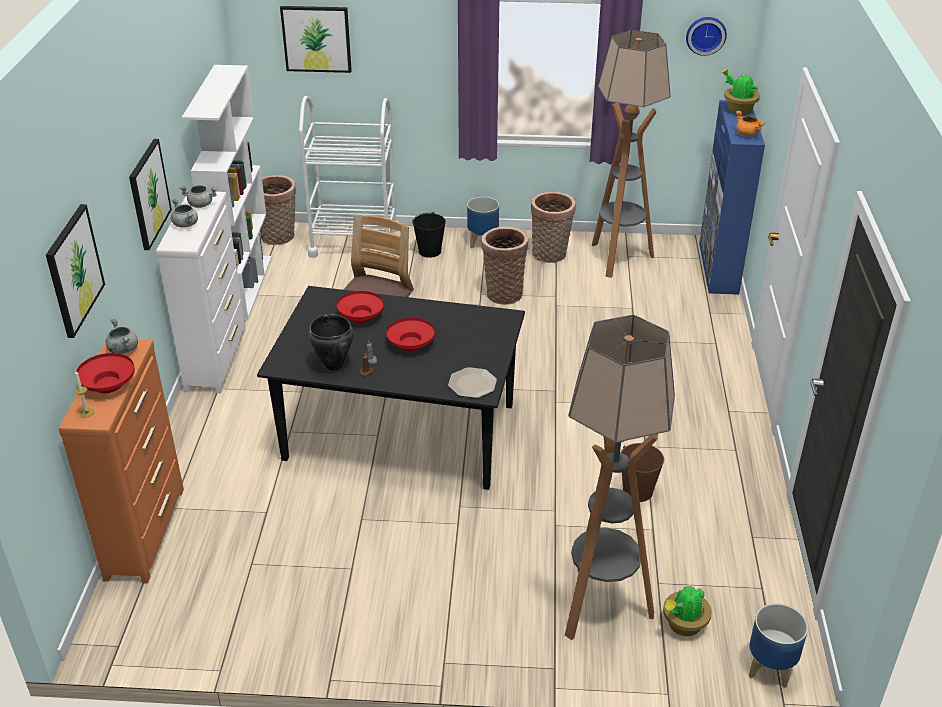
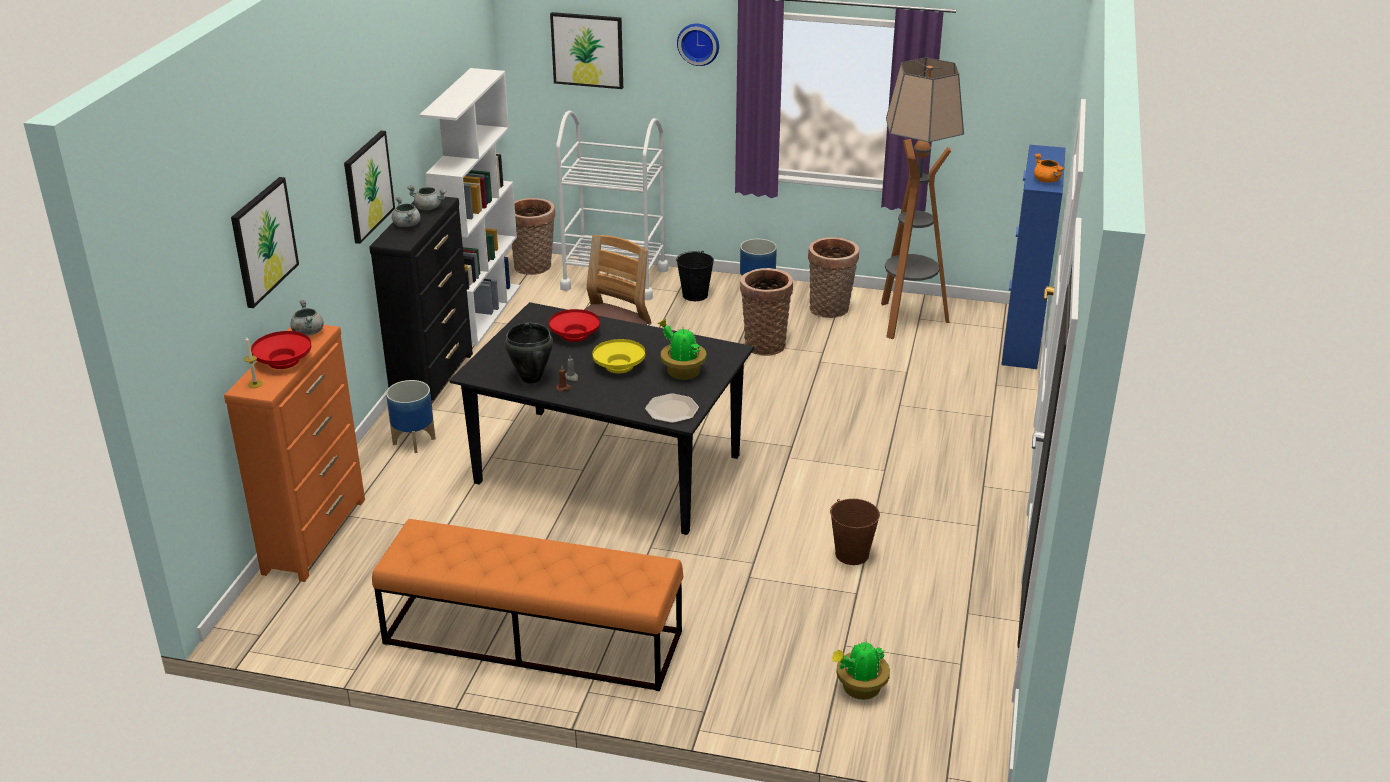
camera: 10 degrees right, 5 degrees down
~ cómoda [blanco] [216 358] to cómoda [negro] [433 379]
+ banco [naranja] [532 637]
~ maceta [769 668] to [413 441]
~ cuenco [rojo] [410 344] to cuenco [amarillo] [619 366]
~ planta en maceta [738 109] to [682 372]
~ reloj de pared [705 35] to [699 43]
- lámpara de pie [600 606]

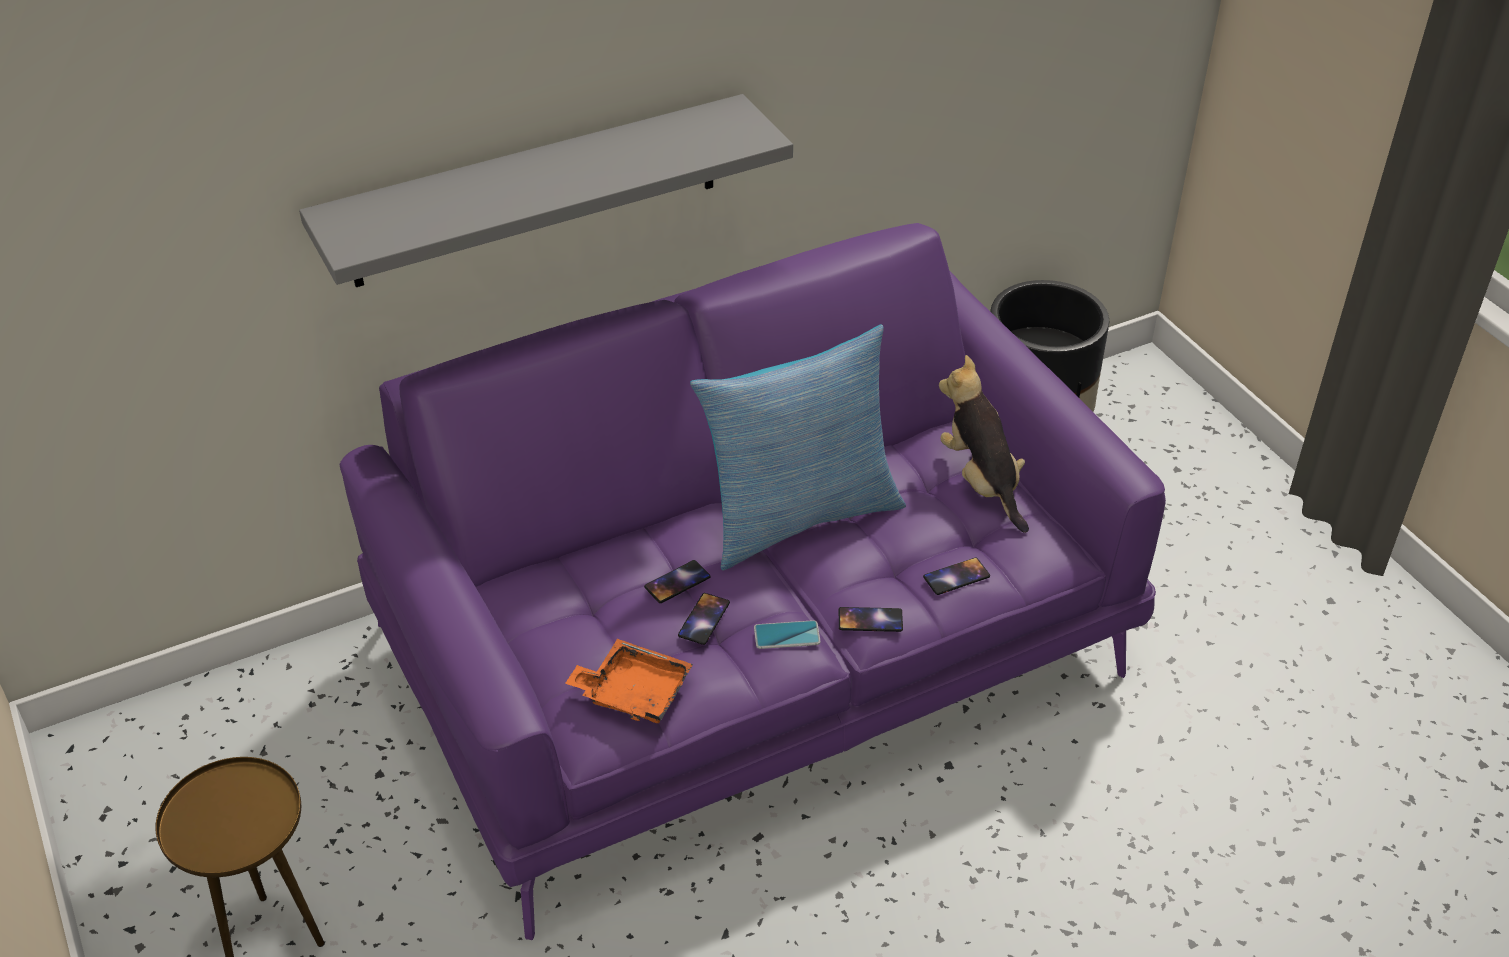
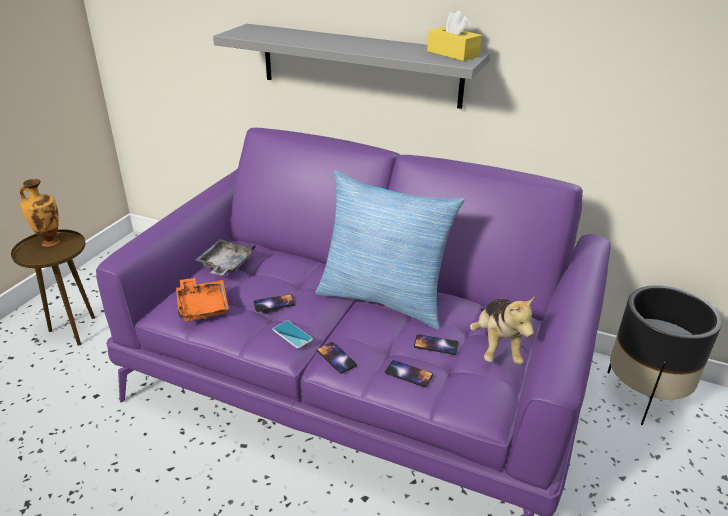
camera: 50 degrees right, 10 degrees down
+ florero [49 242]
+ bandeja [gris] [226 265]
~ móvil [677 582] to [436 345]
+ caja de pañuelos [amarillo] [453 54]
~ peluche [981 481] = [497 346] 150 degrees clockwise

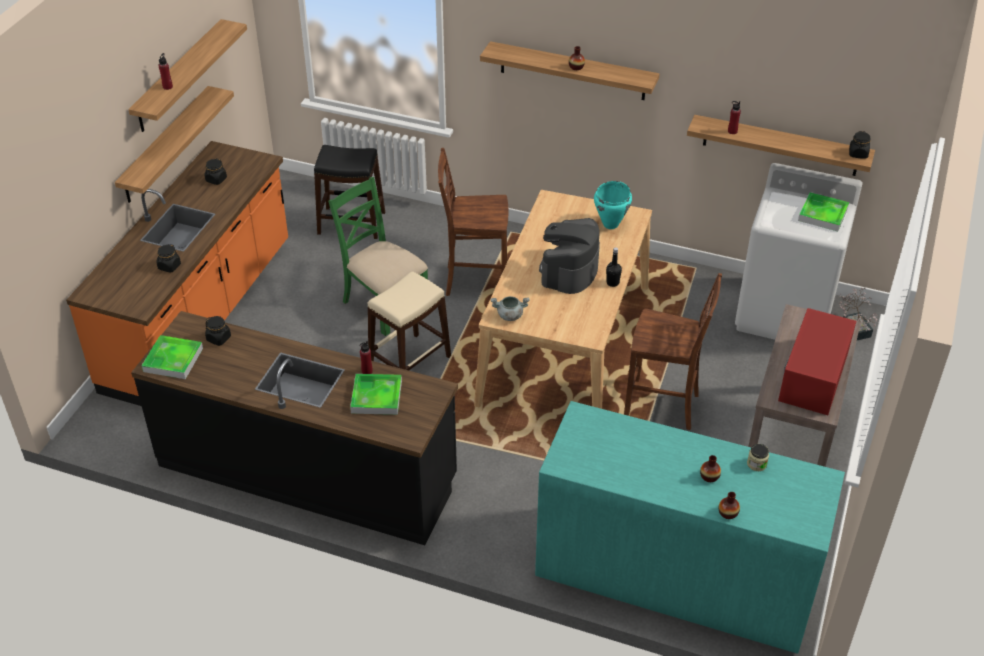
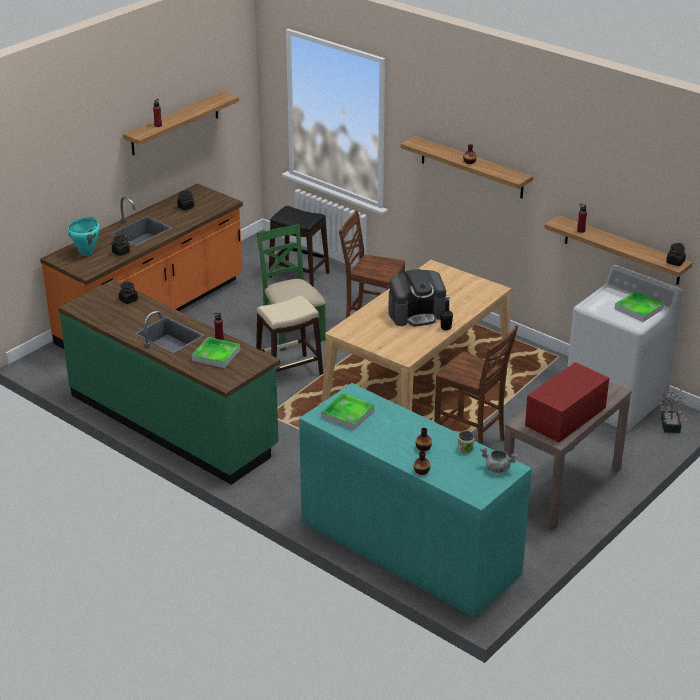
camera: 20 degrees right, 10 degrees down
~ mueble bajo de cocina [negro] [307 472] to mueble bajo de cocina [verde] [173 422]
~ olla [turquesa] [611 224] to [87 253]
~ bandeja [173 360] to [348 414]
~ cafetera [569 271] = [416 314] 150 degrees counterclockwise
~ olla [gris] [509 316] to [497 469]
- estante [166 145]

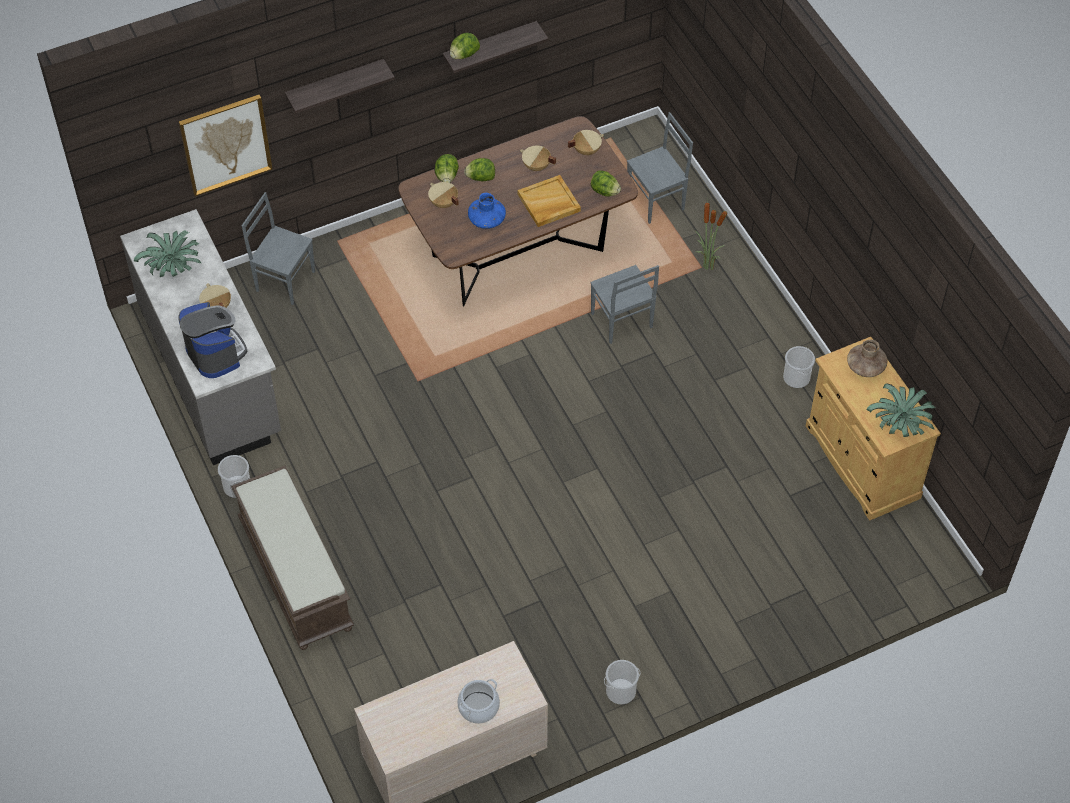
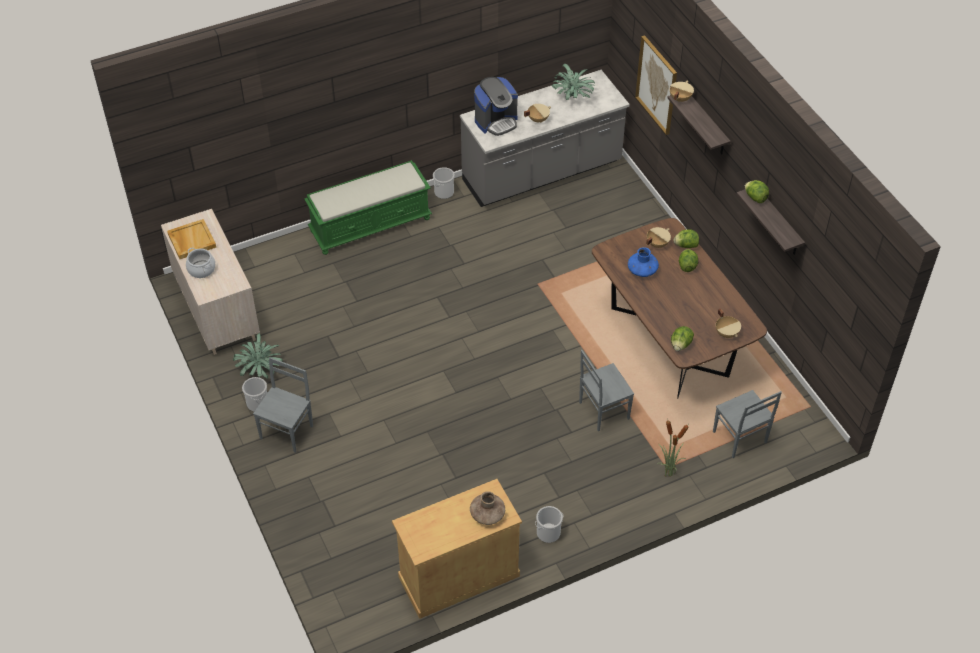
camera: 90 degrees right, 5 degrees down
~ bandeja [beis] [548 203] to [191 240]
~ planta en maceta [900 424] to [260 369]
~ silla [gris] [285 280] to [287 432]
~ banco [marrón] [294 574] to banco [verde] [370 224]
~ olla [beis] [536 167] to [679 98]

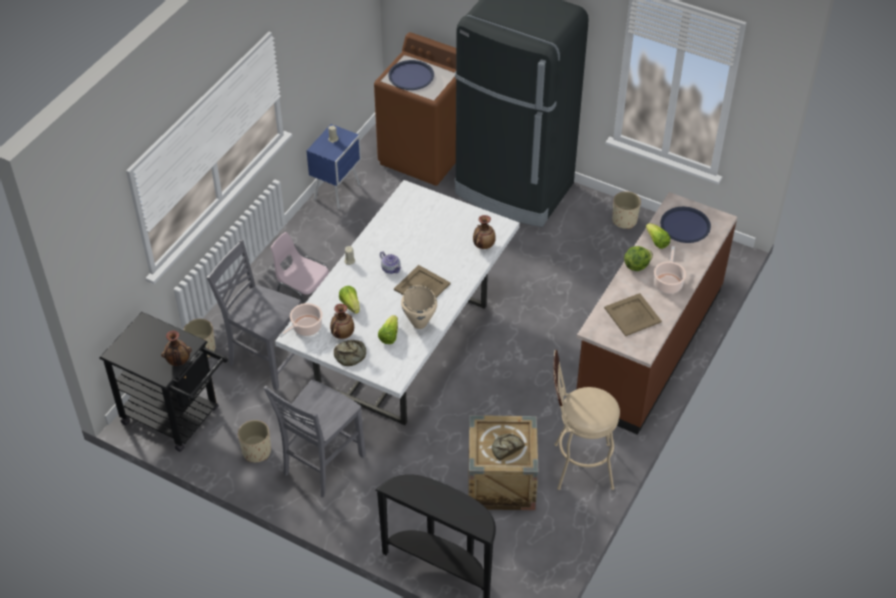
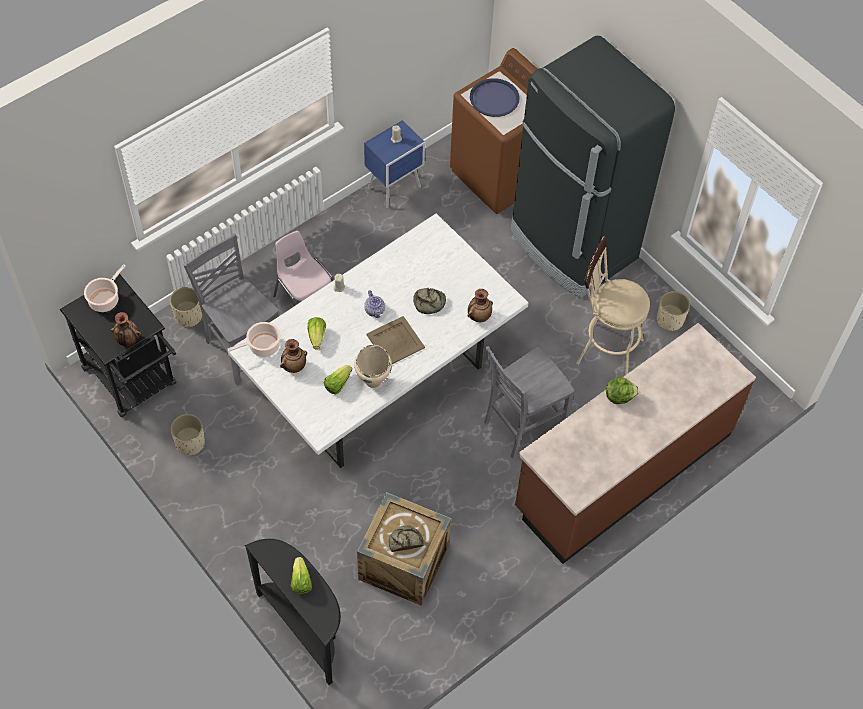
camera: 20 degrees right, 10 degrees up
~ olla [668 283] to [105 299]
~ lechuga [656 241] to [301 581]
~ pan [351 355] to [429 303]
~ silla [gris] [321 465] to [522 426]
~ taburete [beis] [577 466] to [603 349]
- bandeja [beis] [632 315]
- bandeja [azul] [685 225]

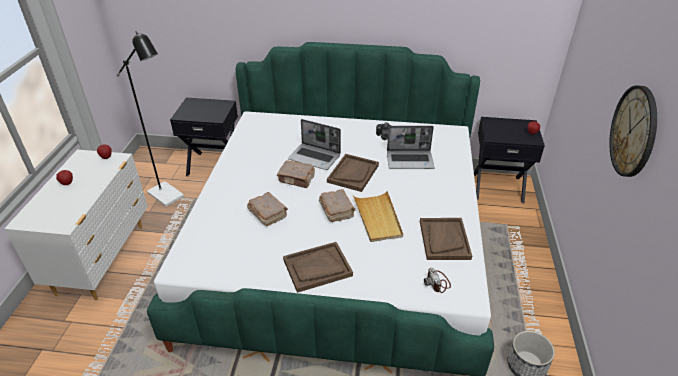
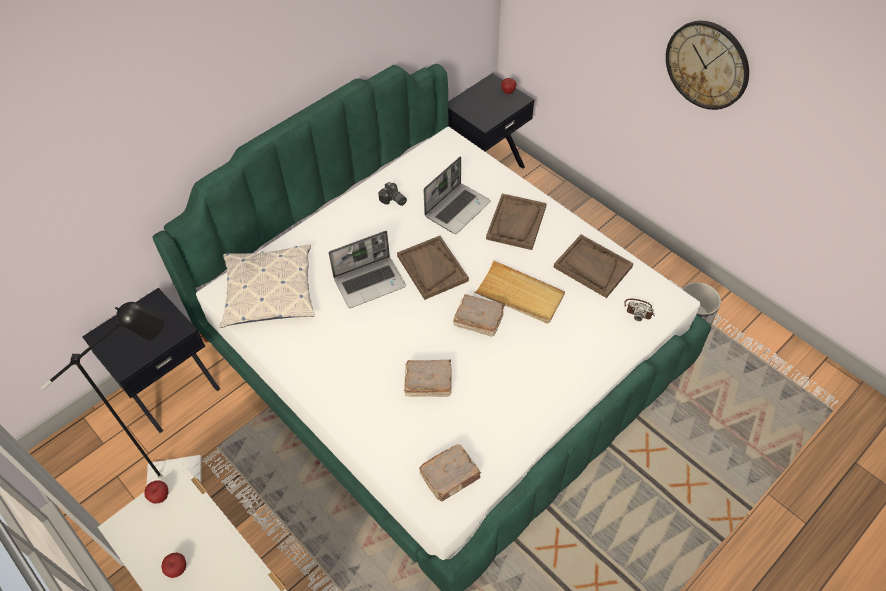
camera: 50 degrees left, 15 degrees up
+ cojín [269 291]
~ libro [marrón] [297 179] to [450 476]
~ bandeja [marrón] [317 268] to [516 223]

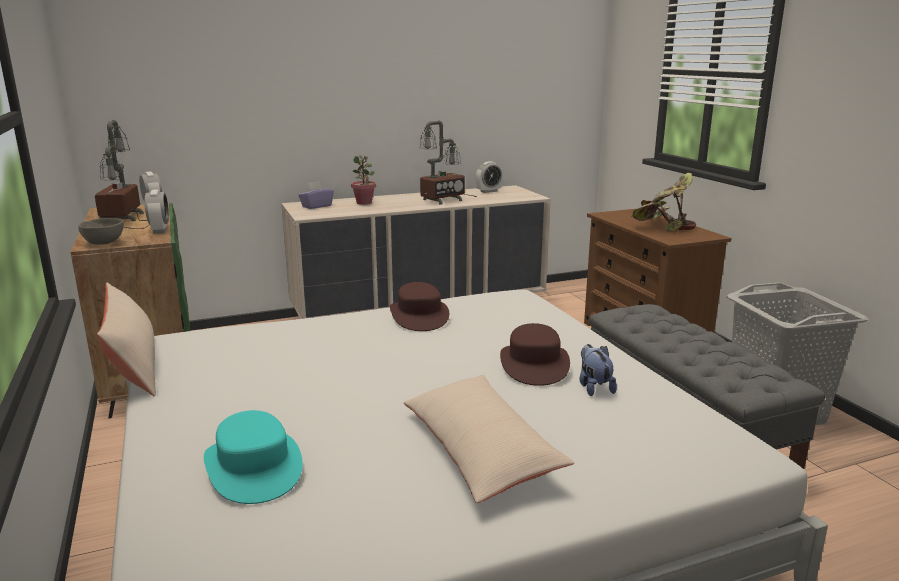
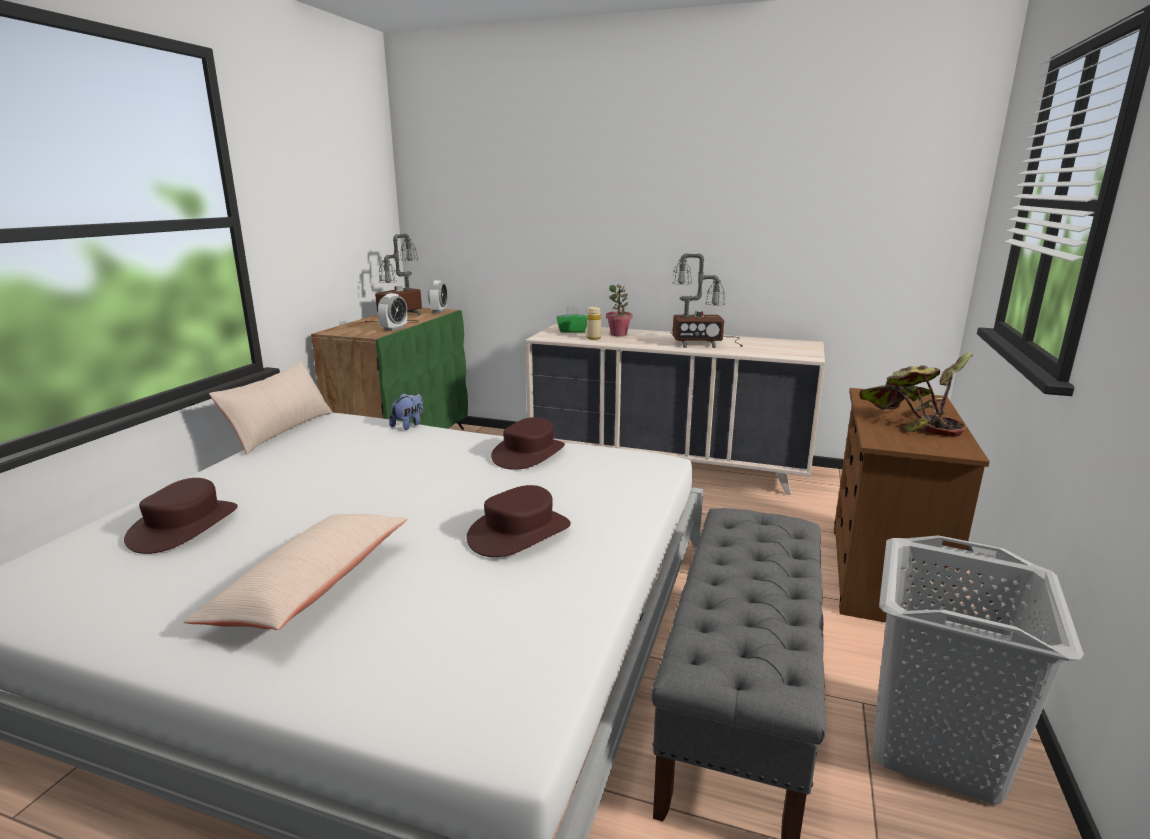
camera: 40 degrees right, 0 degrees up
~ sombrero [turquesa] [254 467] to sombrero [marrón] [184 526]
~ peluche [594 387] to [408 425]
~ caja de pañuelos [morado] [316 206] to caja de pañuelos [verde] [572 331]
+ botella [beis] [593 338]
- cuenco [gris] [104 243]
- despertador [488 191]

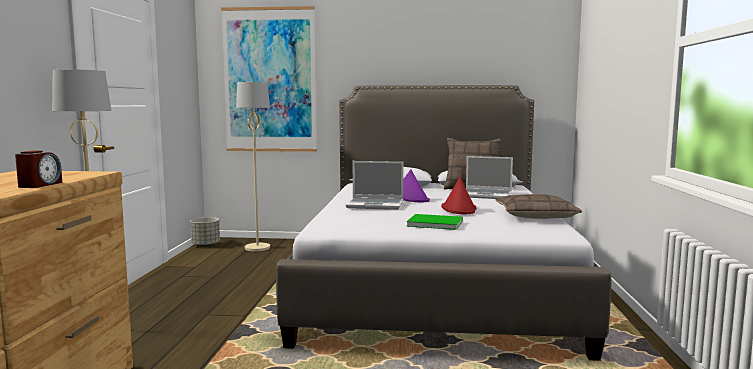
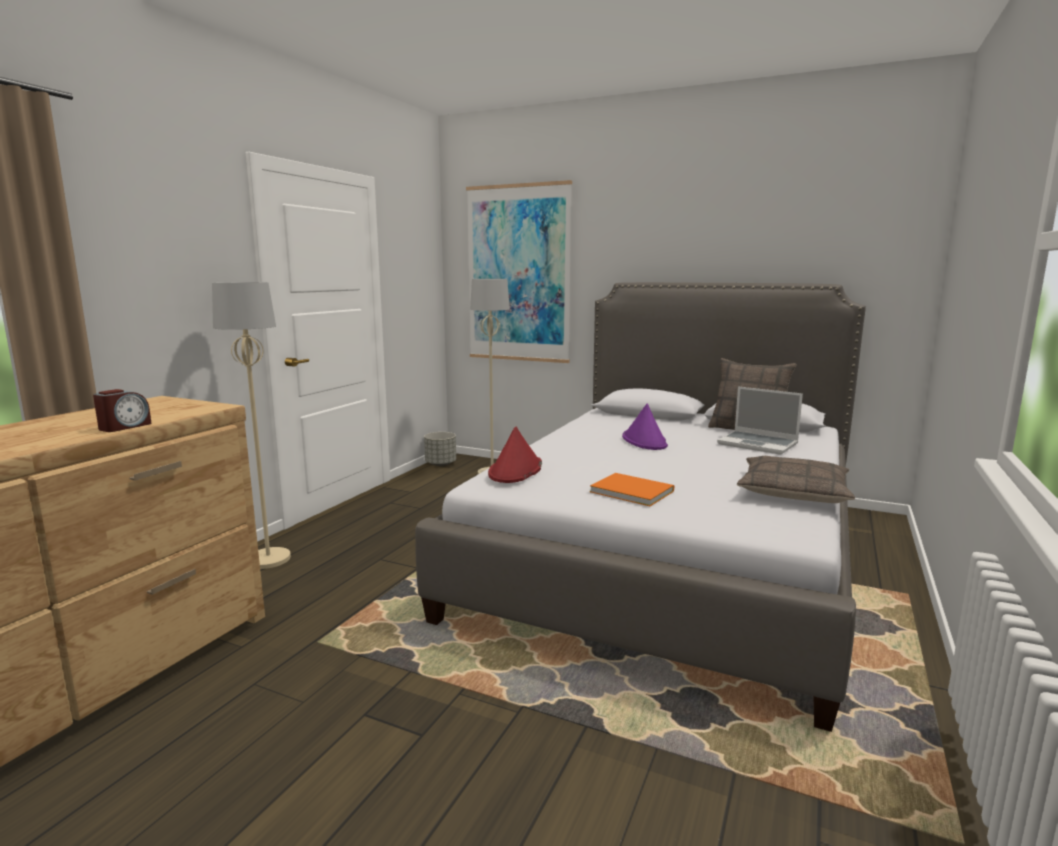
camera: 20 degrees right, 5 degrees up
~ sombrero [rojo] [459 209] to [515 470]
~ libro [verde] [433 223] to libro [naranja] [630 490]
- portátil [376 205]

